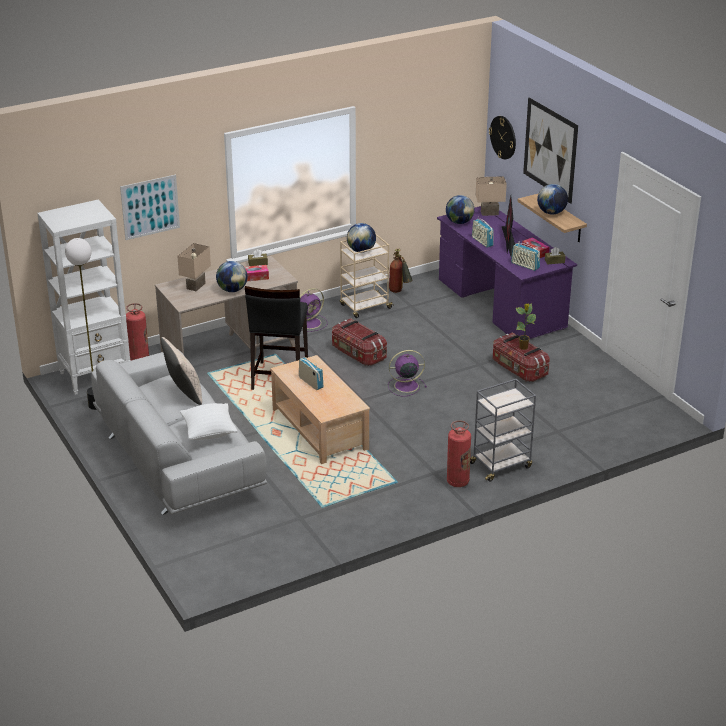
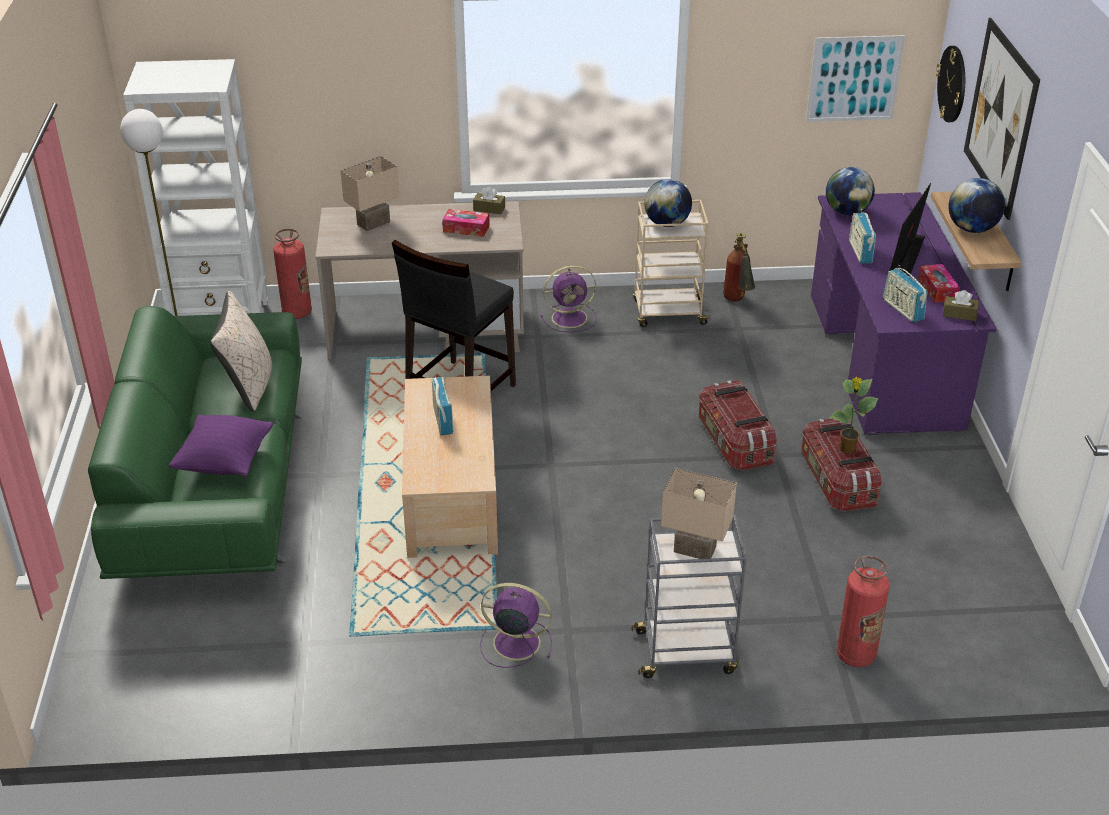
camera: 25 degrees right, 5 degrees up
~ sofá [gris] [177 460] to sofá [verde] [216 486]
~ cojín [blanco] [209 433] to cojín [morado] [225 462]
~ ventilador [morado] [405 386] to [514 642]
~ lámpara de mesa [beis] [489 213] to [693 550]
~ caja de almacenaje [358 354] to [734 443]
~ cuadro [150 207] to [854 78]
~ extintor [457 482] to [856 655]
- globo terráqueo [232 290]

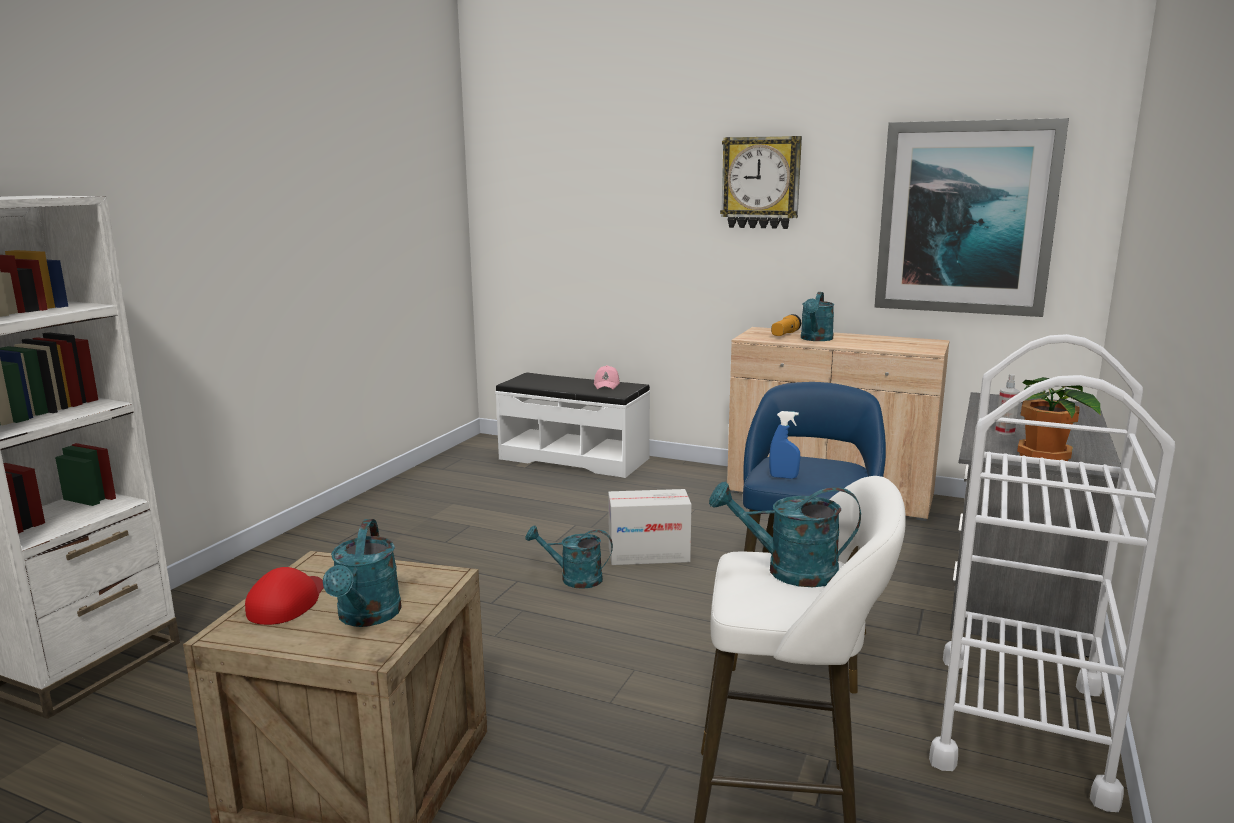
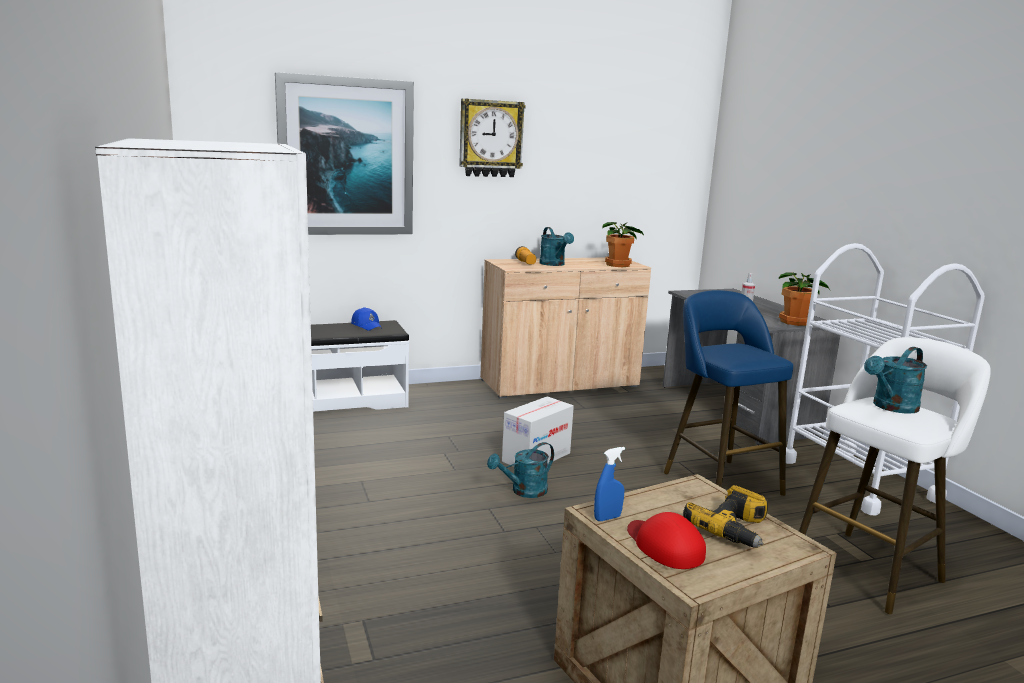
camera: 45 degrees left, 0 degrees up
~ cuadro [965 218] to [346 157]
~ gorra [rosa] [607 385] to gorra [azul] [367 325]
~ pulverizador [azul] [783 477] to [607 518]
+ planta en maceta [619 265]
~ regadera [turquesa] [366 617] to taladro [734 530]

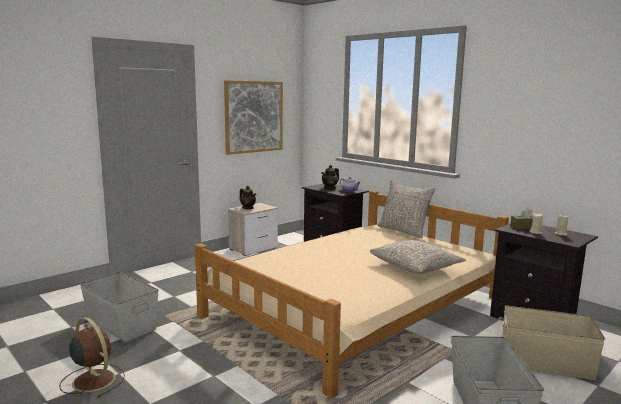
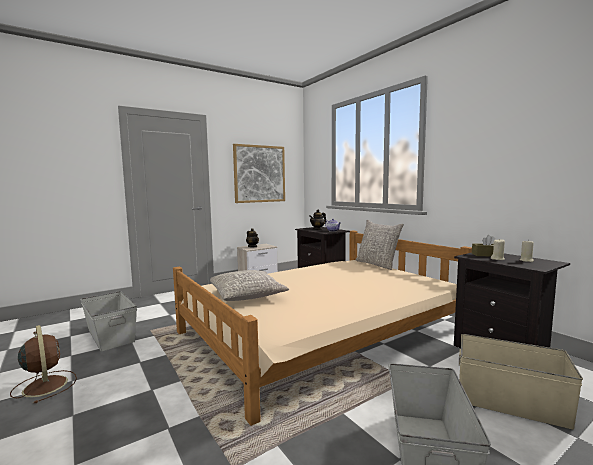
camera: 10 degrees right, 5 degrees down
~ cojín [gris] [416 267] to [247 295]

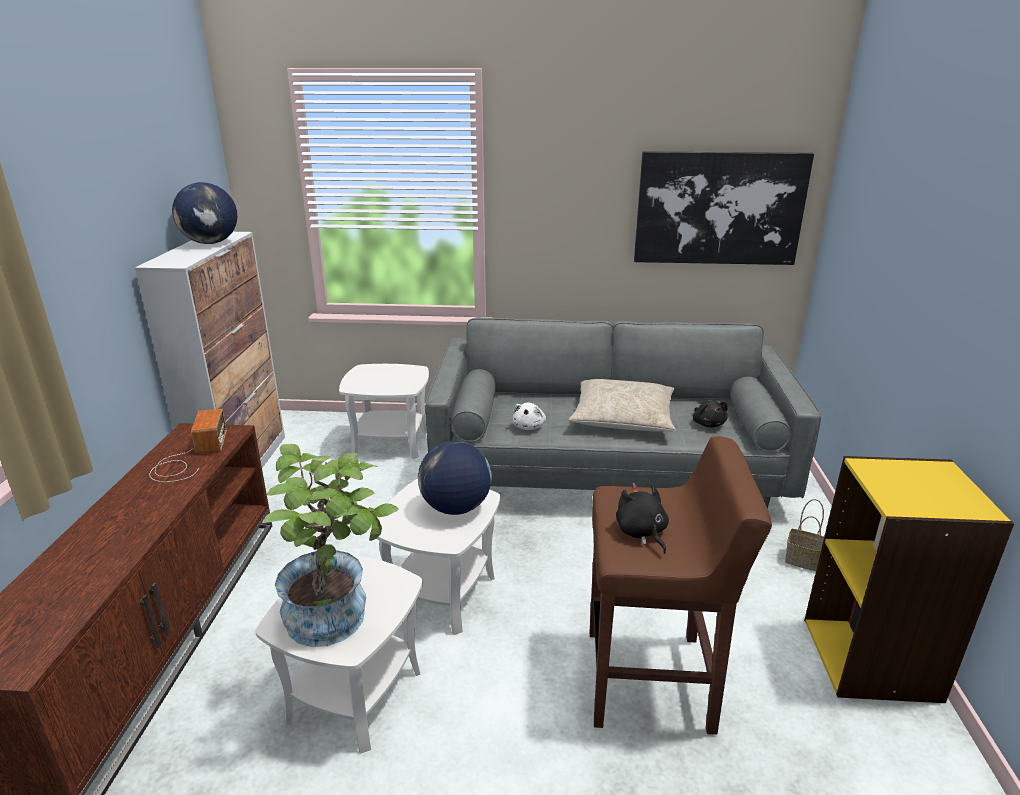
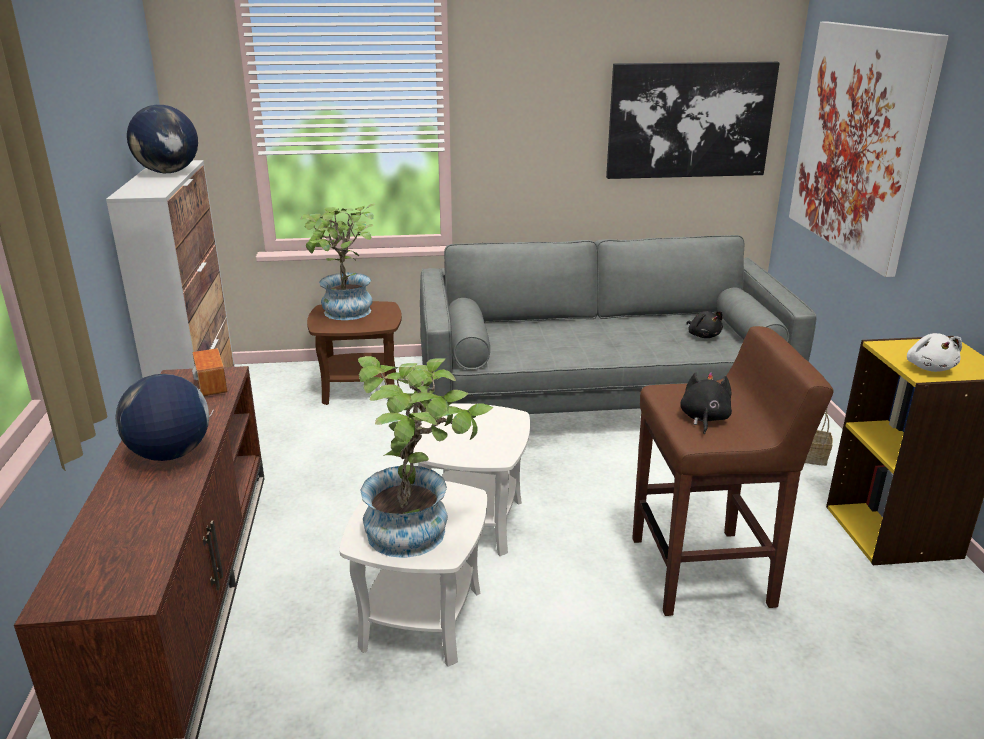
camera: 10 degrees left, 0 degrees up
~ globo terráqueo [455 508] to [170 454]
+ planta en maceta [345 314]
~ mesa auxiliar [blanco] [390 443] to mesa auxiliar [marrón] [360 388]
~ peluche [negro] [641 533] = [704 418] 45 degrees clockwise
+ cuadro [860 141]
~ peluche [blanco] [529 426] to [929 367]
- cojín [beis] [622 417]

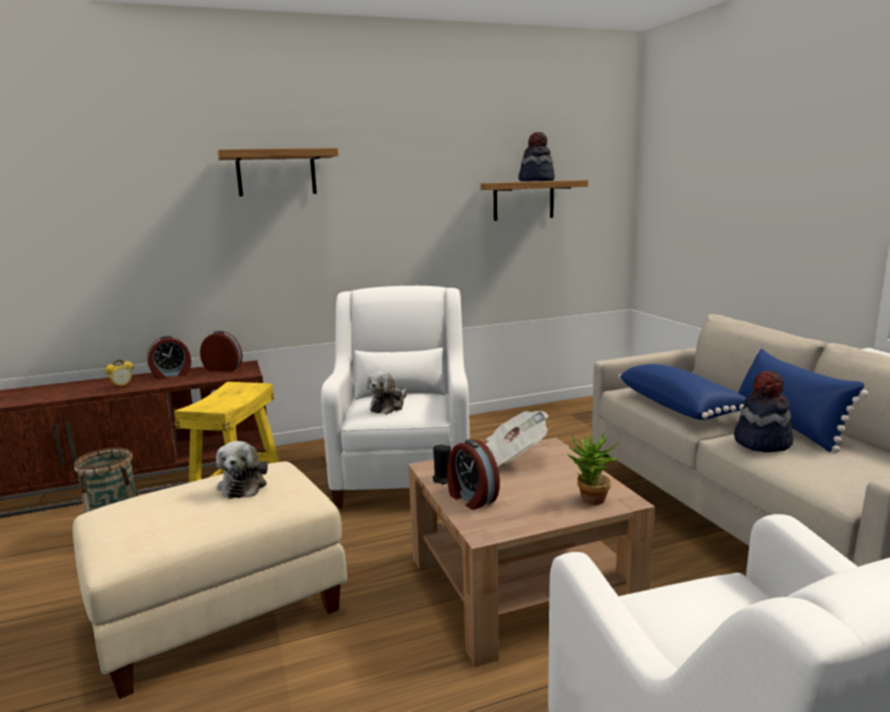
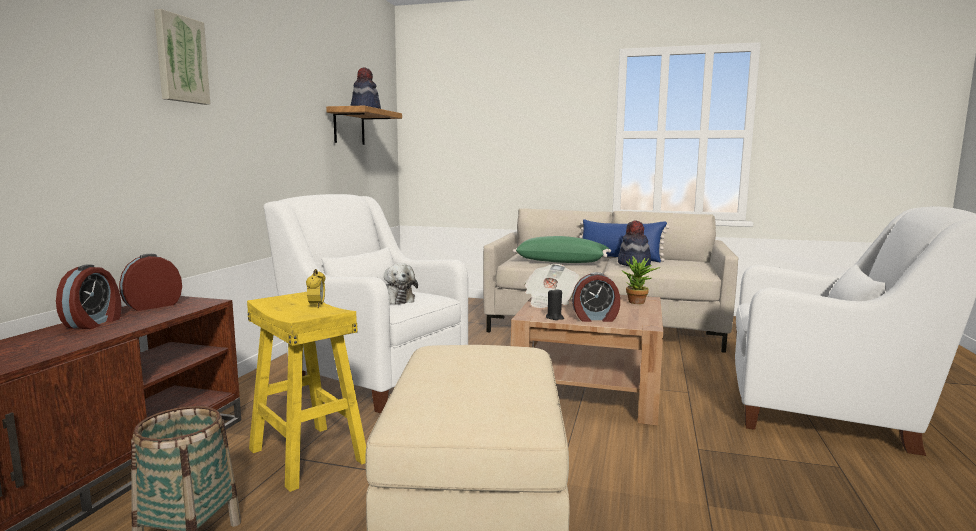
camera: 55 degrees left, 5 degrees down
~ estante [276 173] to cuadro [180 59]
~ despertador [122 386] to [317 306]
~ cojín [azul] [680 407] to cojín [verde] [562 262]
- peluche [243 485]

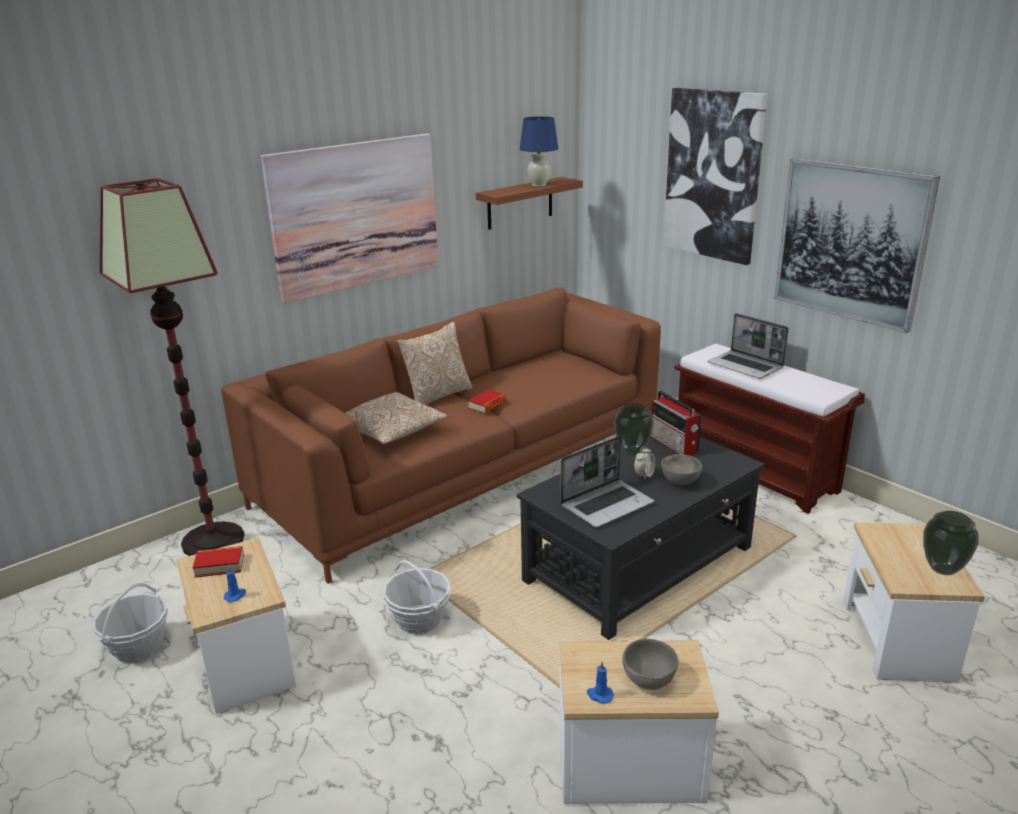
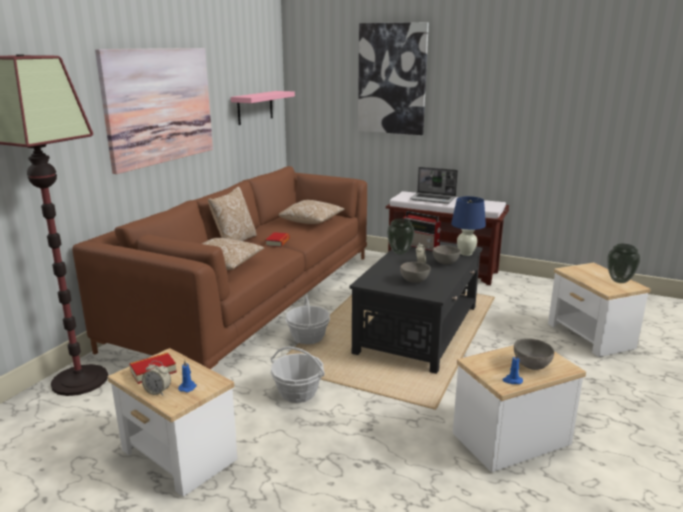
camera: 25 degrees left, 5 degrees down
+ despertador [158 391]
~ estante [marrón] [520 203] to estante [rosa] [255 107]
+ cojín [312 221]
~ cesta [138 647] to [308 338]
~ portátil [607 504] to cuenco [gris] [414 281]
~ lámpara de mesa [azul] [539 185] to [465 253]
- cuadro [851 242]

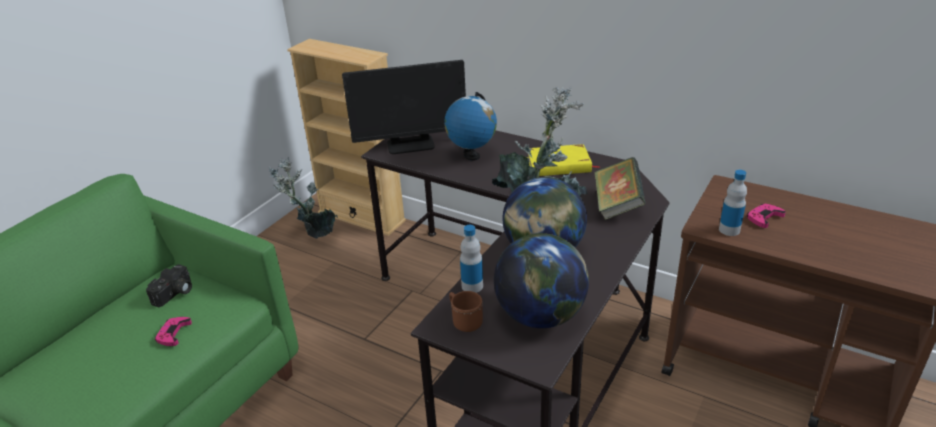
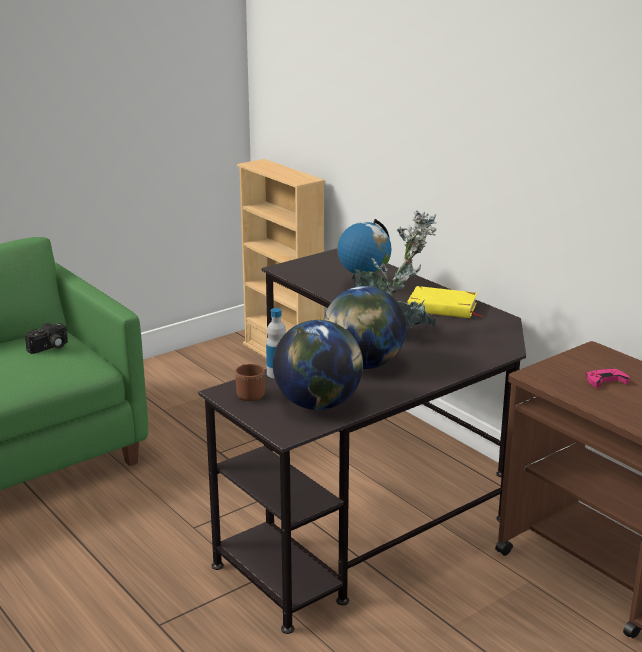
camera: 20 degrees right, 10 degrees down
- mando de consola [rosa] [173 333]
- planta en maceta [314 236]
- monitor [410 145]
- libro [617 205]
- botella [729 230]

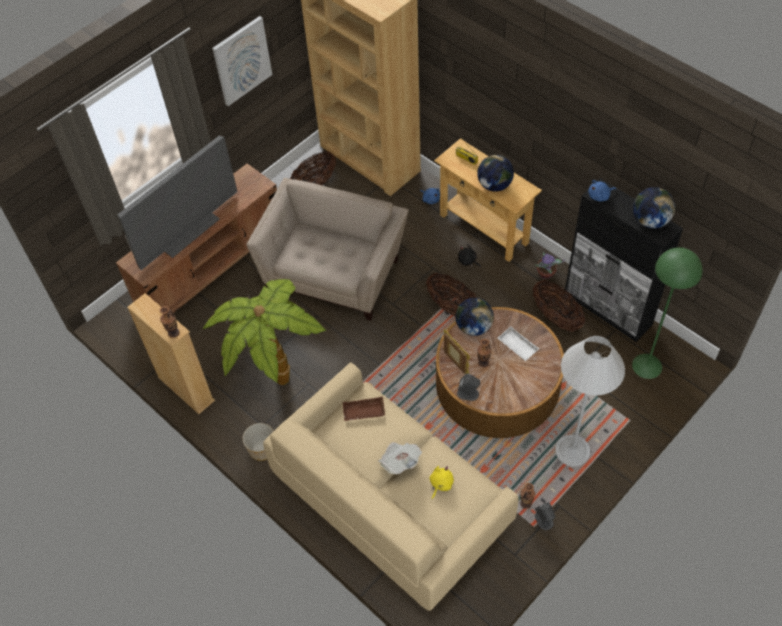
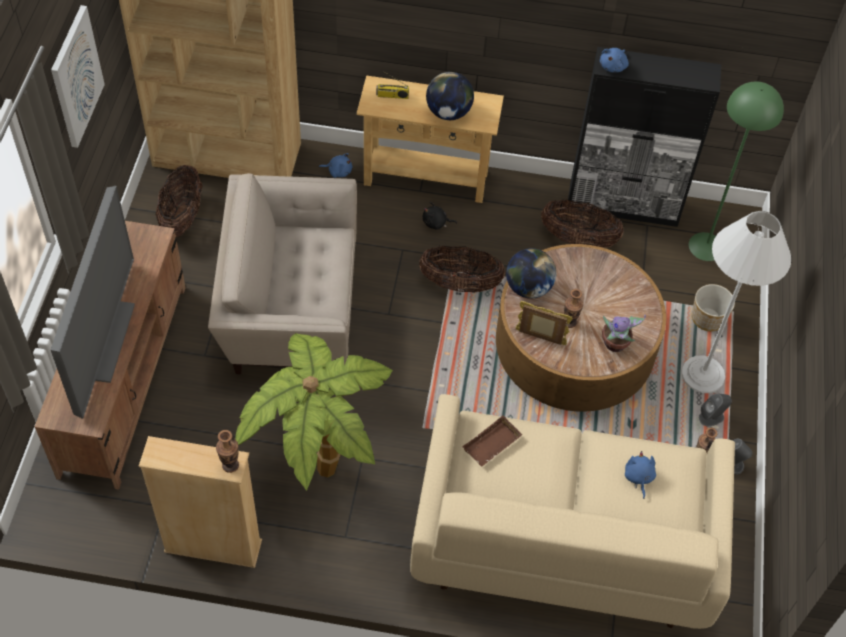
camera: 40 degrees left, 0 degrees up
~ sillón [beis] [334 272] = [290 309] 75 degrees counterclockwise
~ planta en maceta [546 274] to [615 344]
~ peluche [amarillo] [440 484] to peluche [azul] [638 477]
~ maceta [261 449] to [707 319]
~ altavoz [gris] [468 393] to [711 418]
- periódico [400 461]
- bandeja [blanco] [516 346]
- globo terráqueo [650 221]

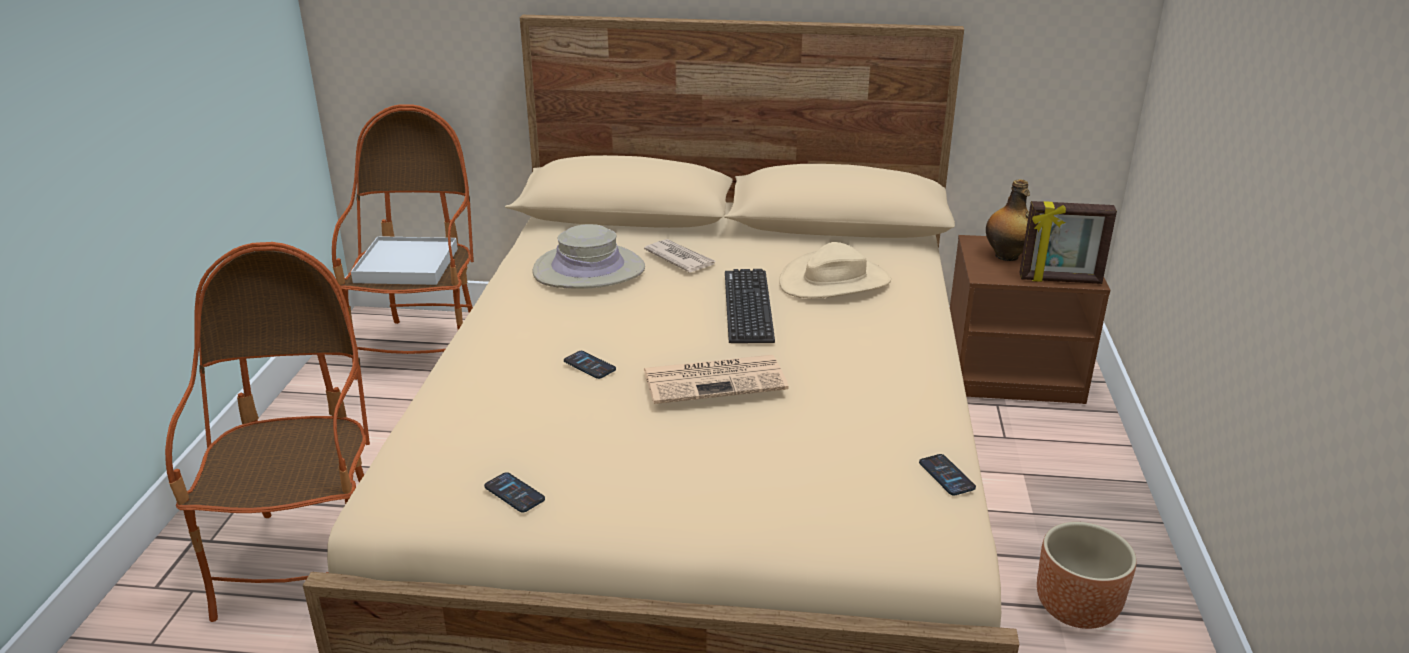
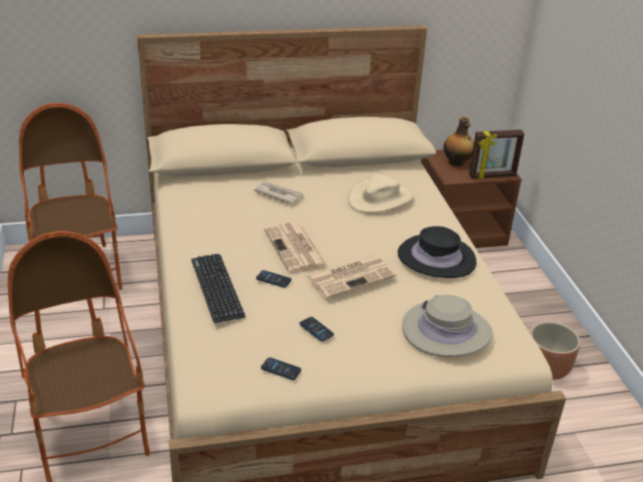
camera: 20 degrees left, 5 degrees up
~ teclado [748 306] to [217 288]
+ periódico [296 248]
~ móvil [946 475] to [316 329]
+ sombrero [negro] [436 258]
~ sombrero [beis] [589 270] to [446 331]
- bandeja [blanco] [407 265]

